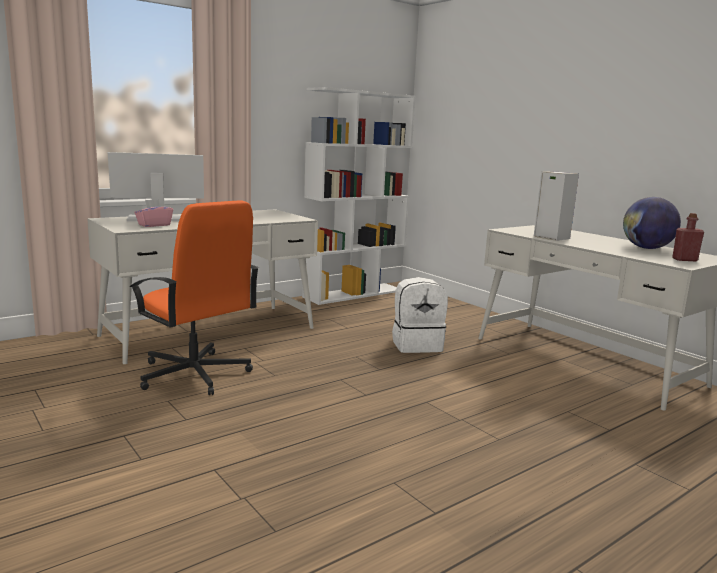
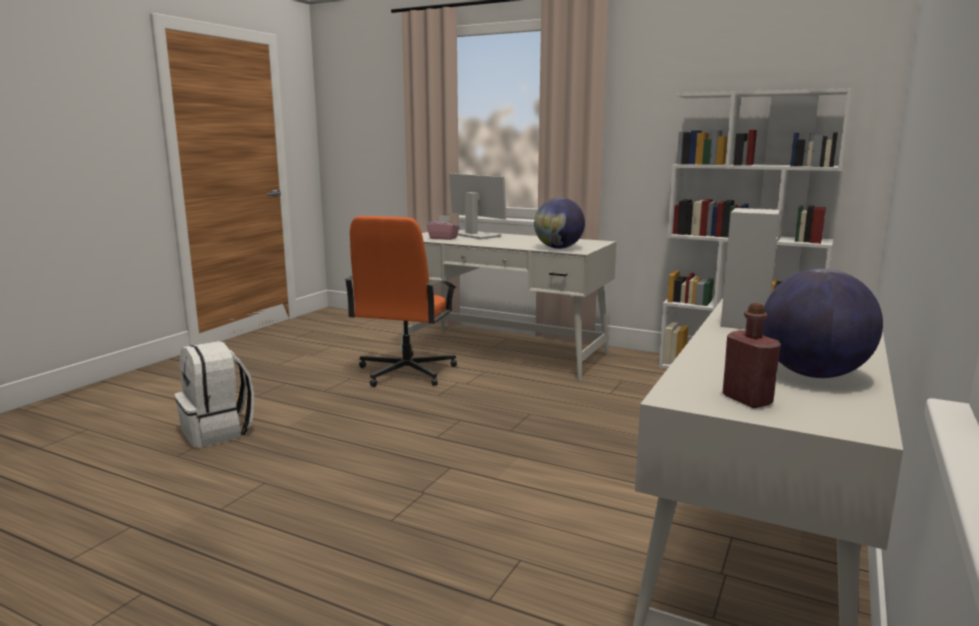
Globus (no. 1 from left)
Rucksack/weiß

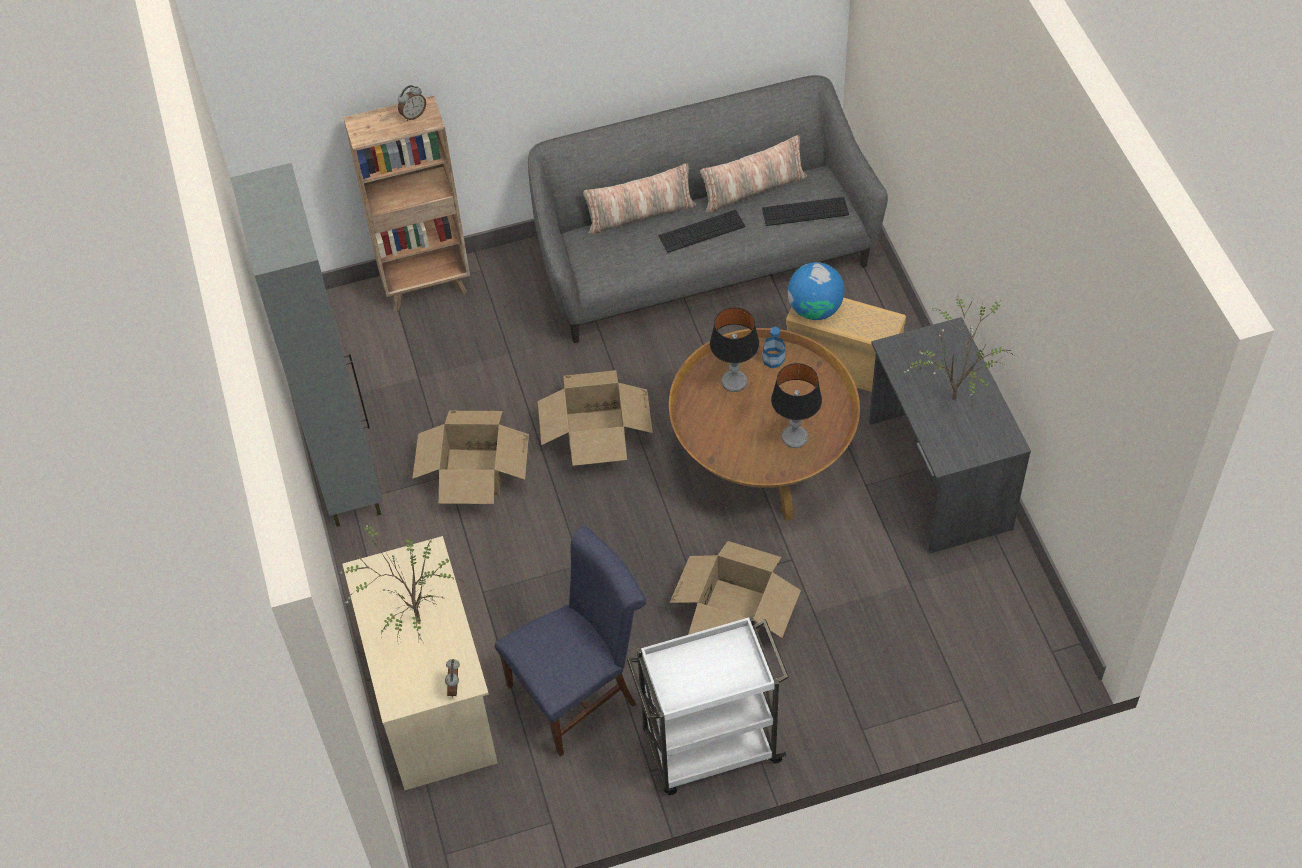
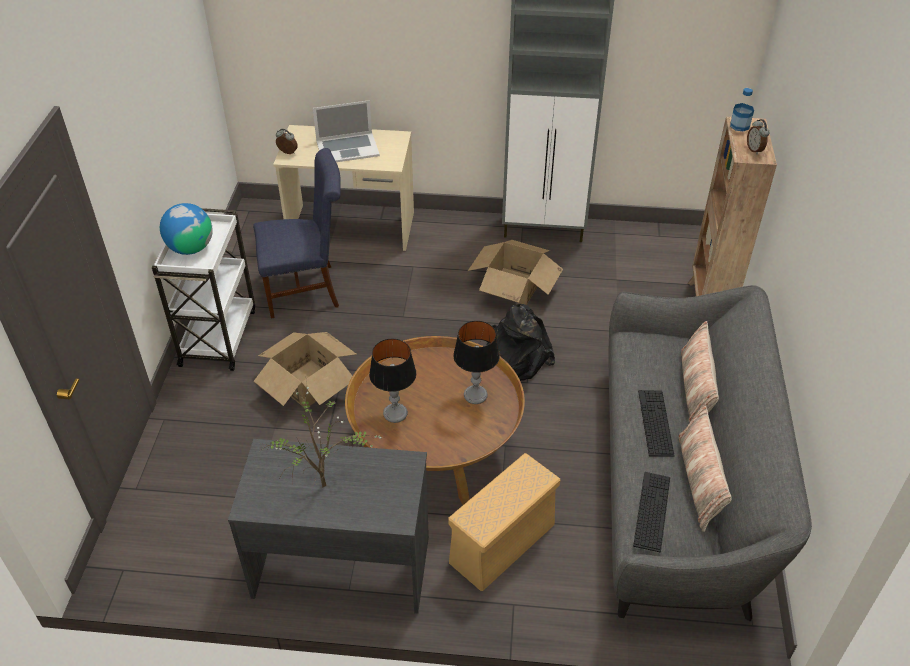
Flasche
Globus
Laptop
Rucksack/schwarz
Stuhl/blau

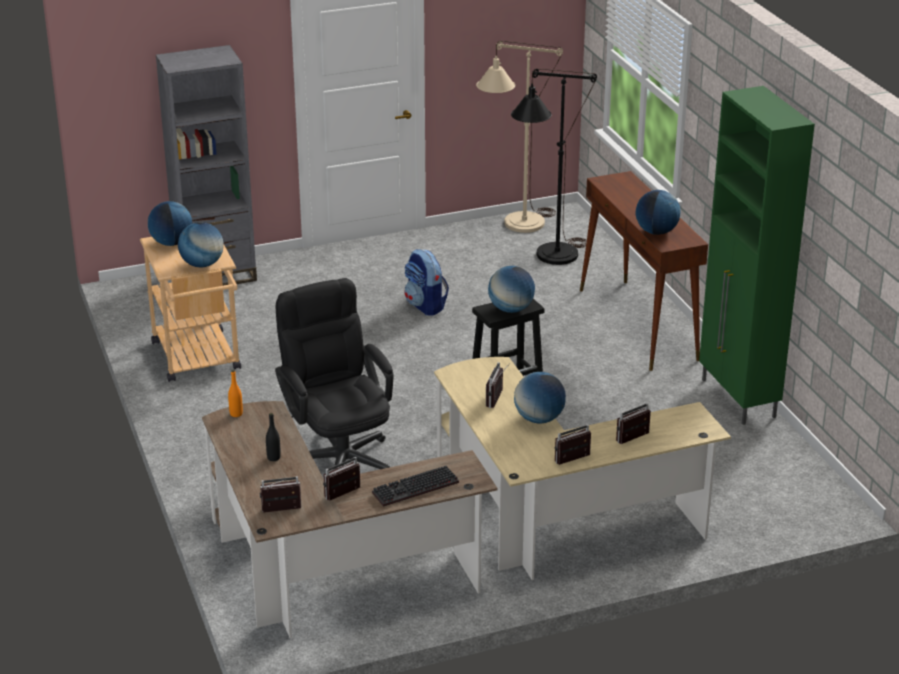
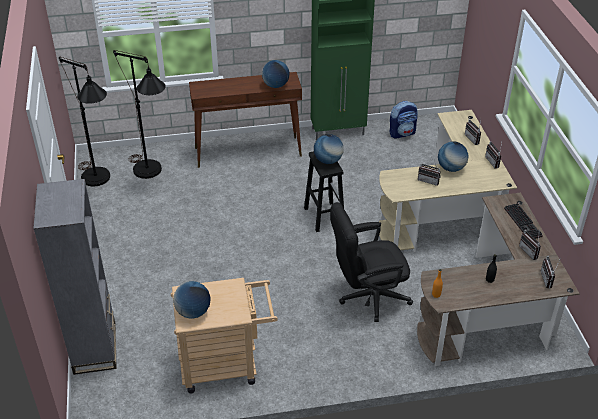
Globus (no. 2 from left in the first image)
Rucksack
Stehlampe/schwarz (no. 1 from left)

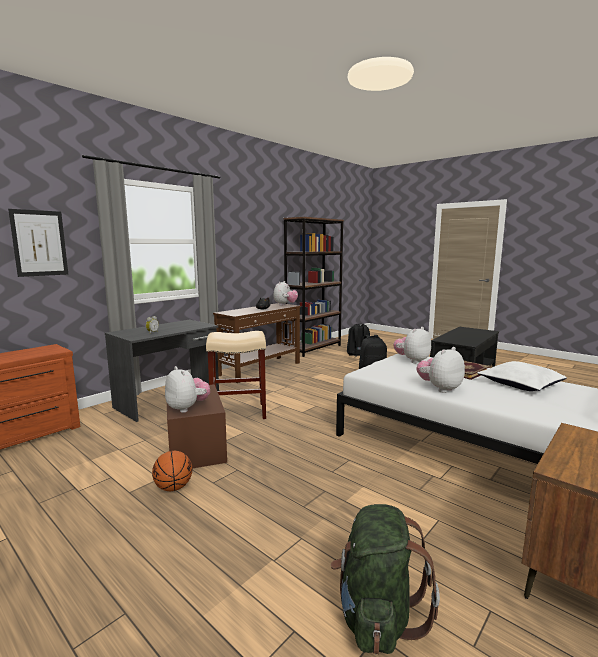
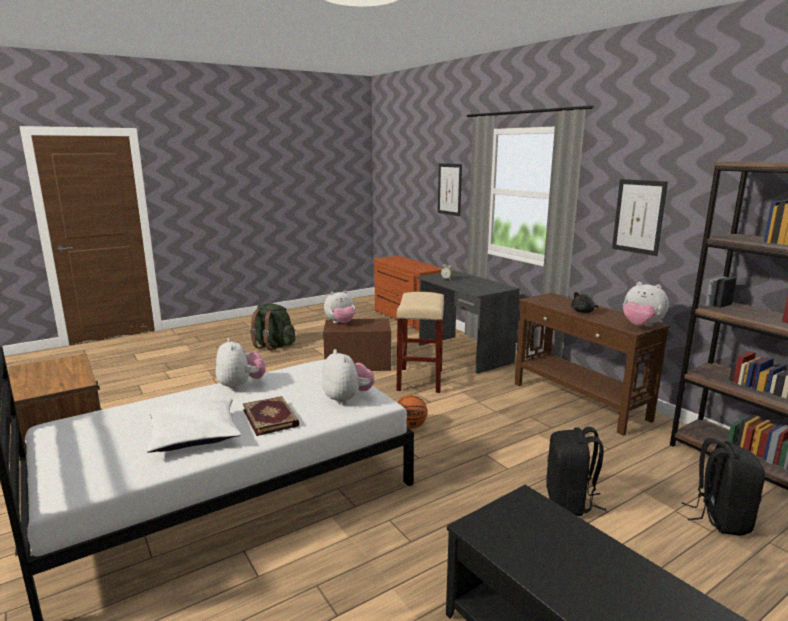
Bild (no. 2 from left)
Basketball
Rucksack/grün

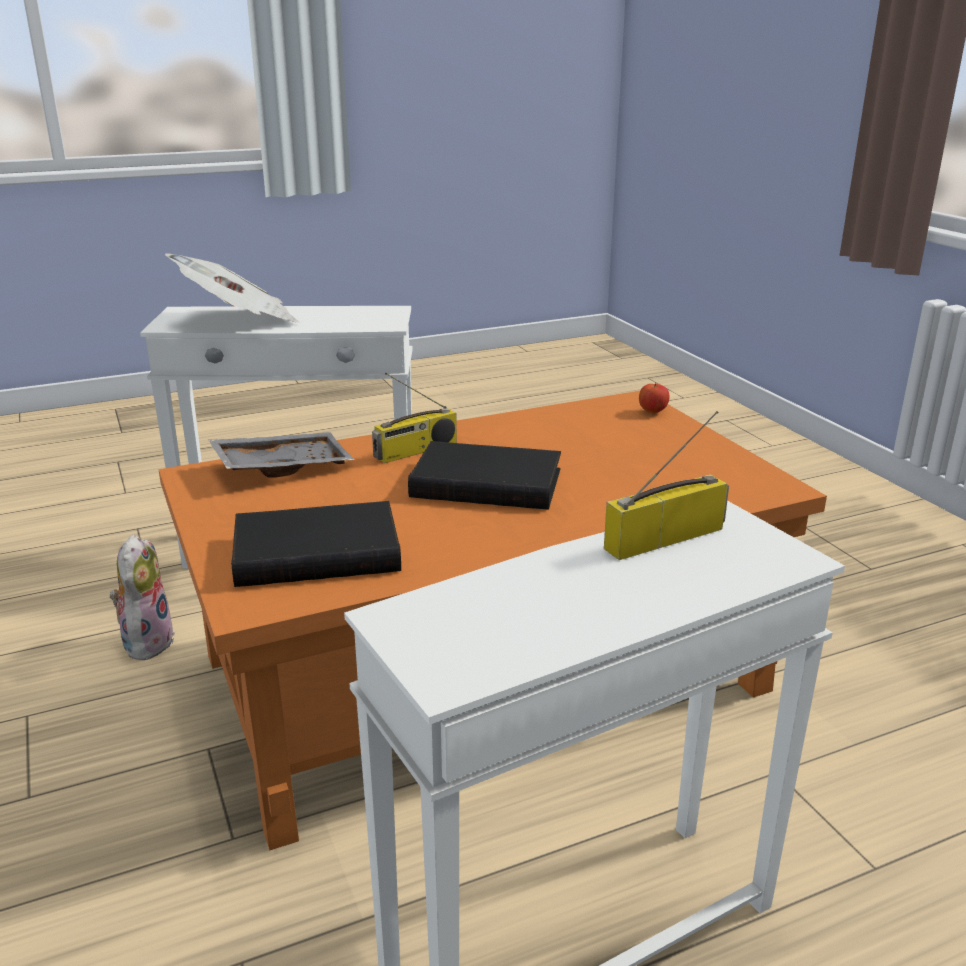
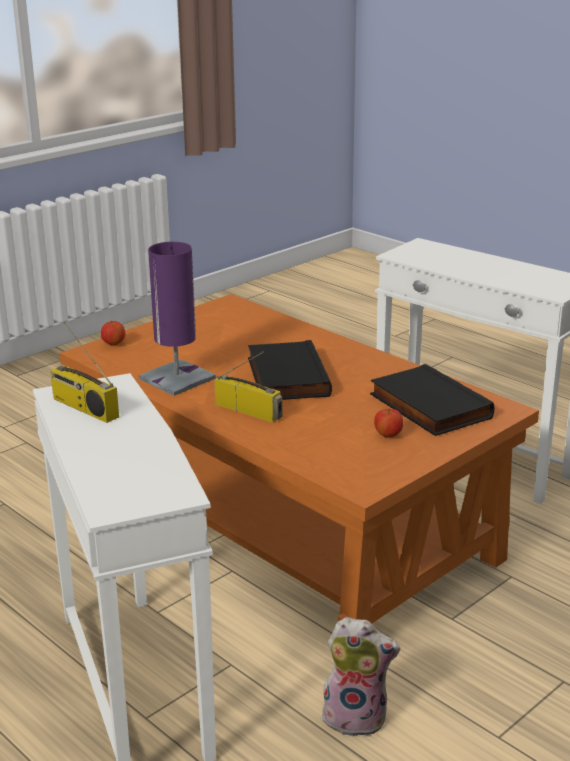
Zeitung
Tablett/grau
Tischlampe/lila
Apfel (no. 2 from left)
Radio (no. 1 from left)
Plüschtier

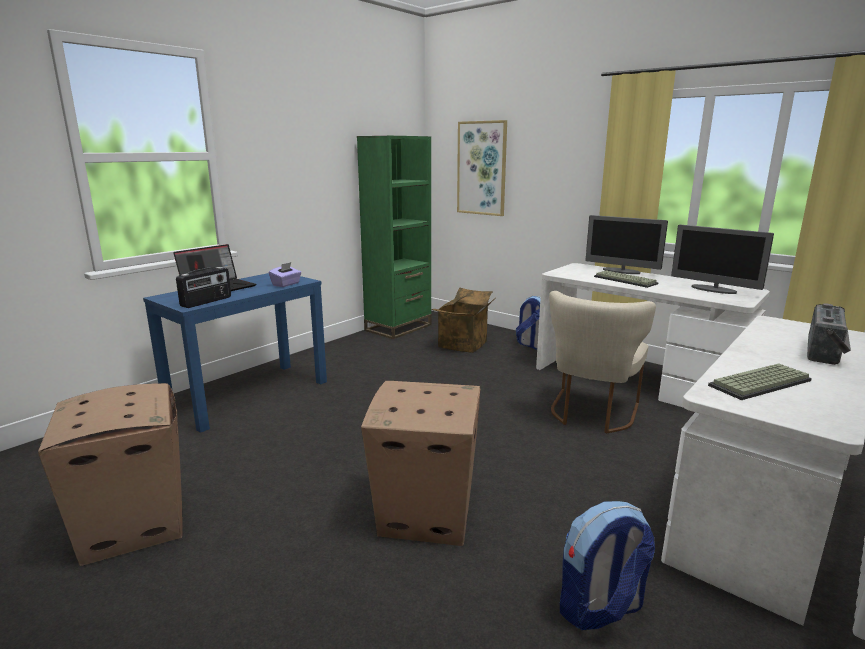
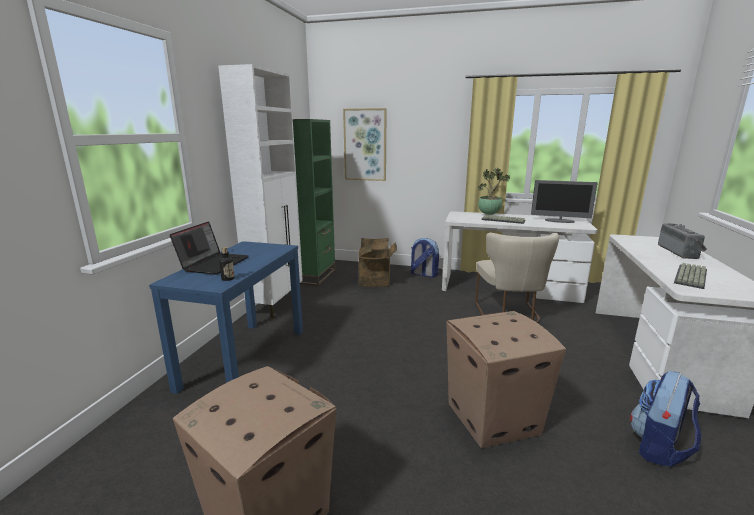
Taschentuchbox/lila
Schrank/weiß
Flasche
Topfpflanze

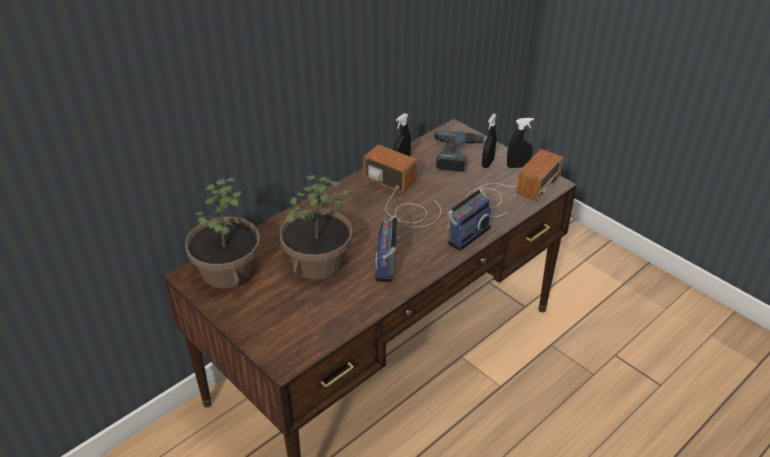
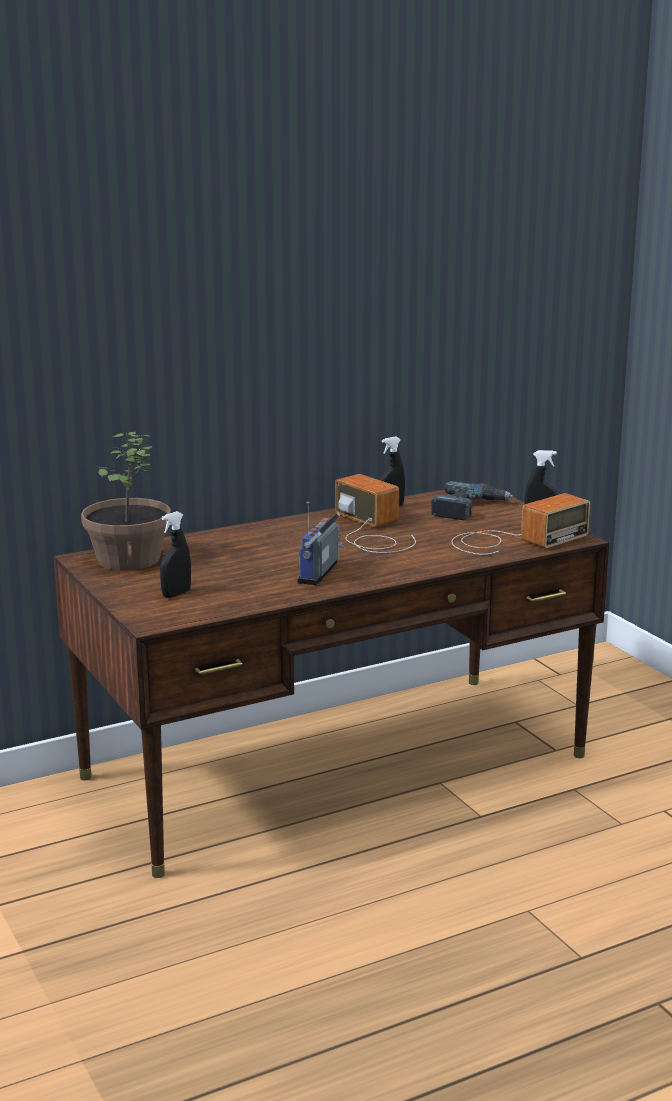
Topfpflanze (no. 2 from left in the first image)
Radio (no. 3 from left in the first image)
Sprühflasche/schwarz (no. 1 from left)

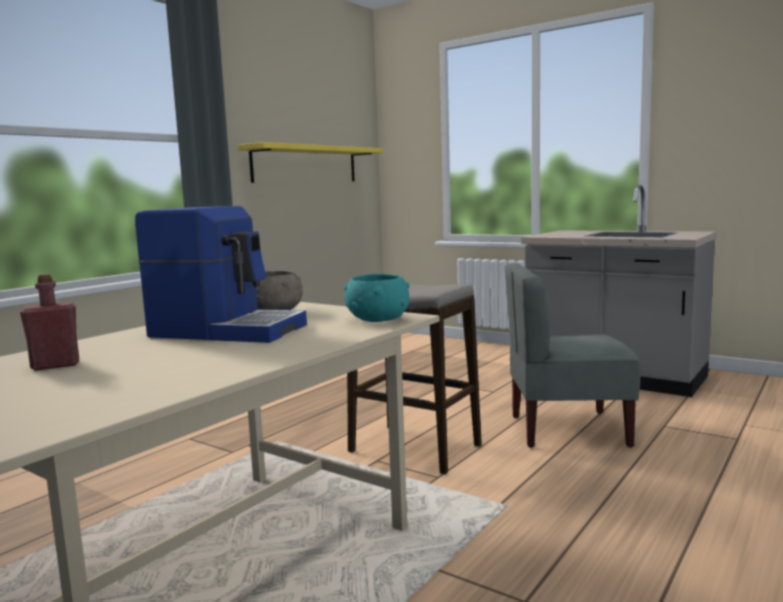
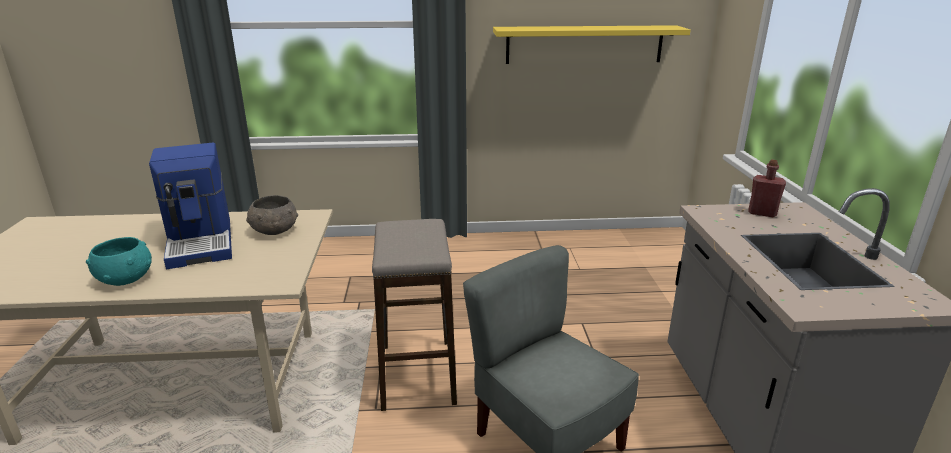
Flasche/rot
Schüssel/türkis

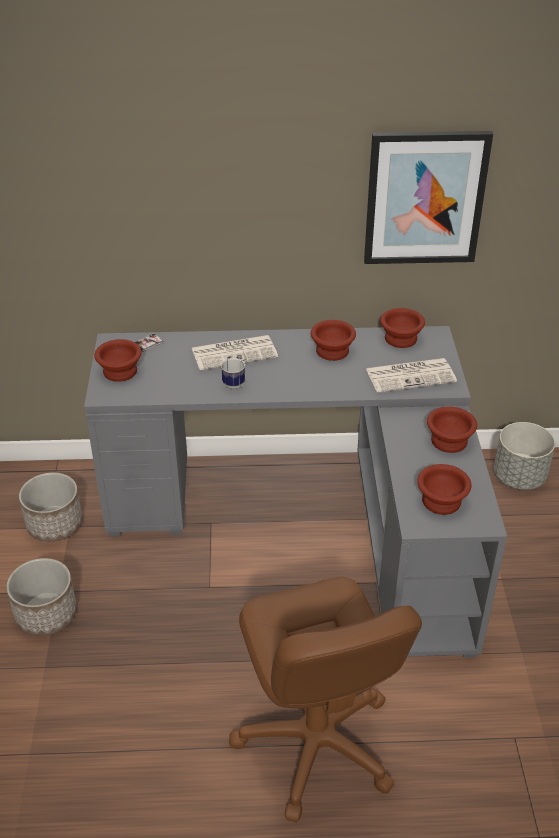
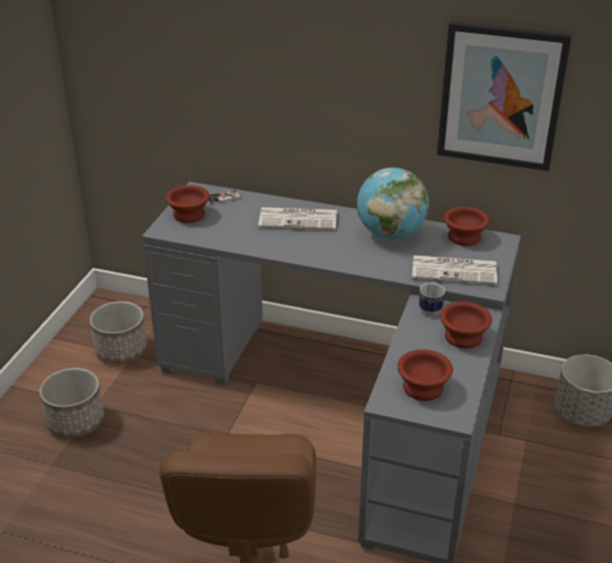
Henkelbecher
Globus

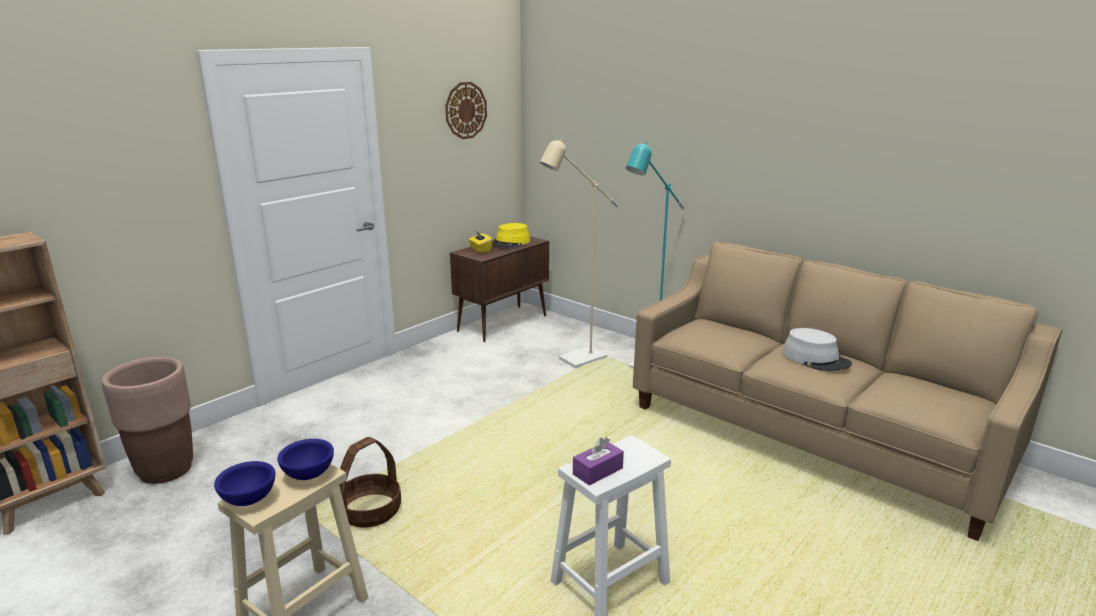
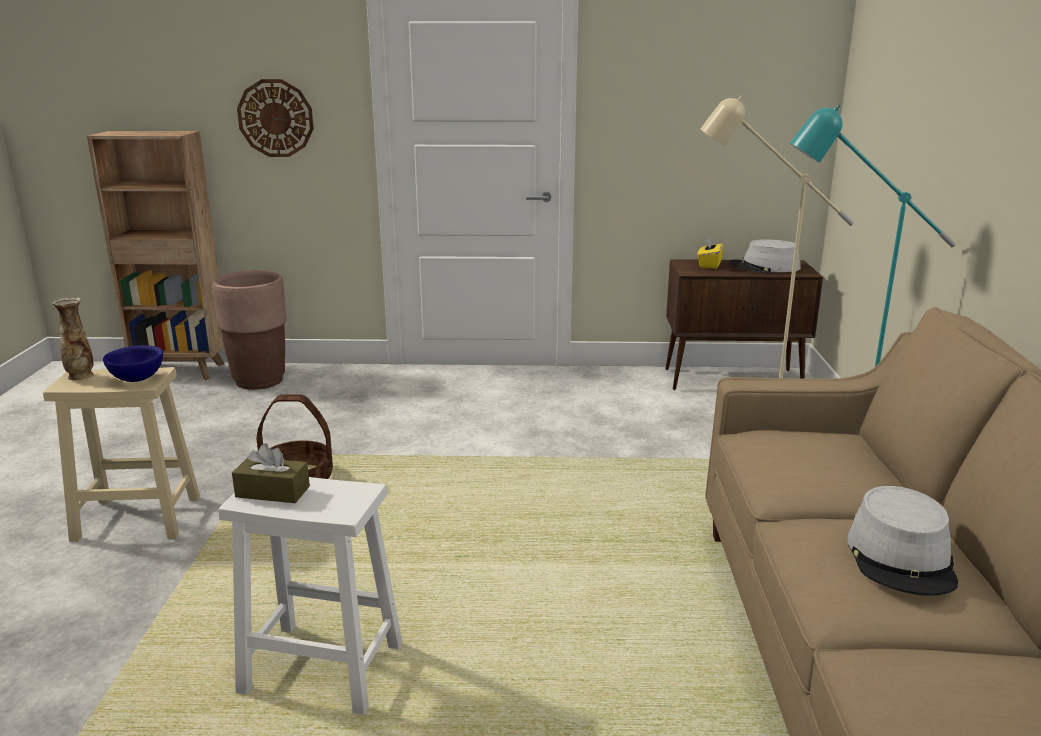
Wanduhr
Vase
Hut/grau (no. 1 from left)
Taschentuchbox/braun

